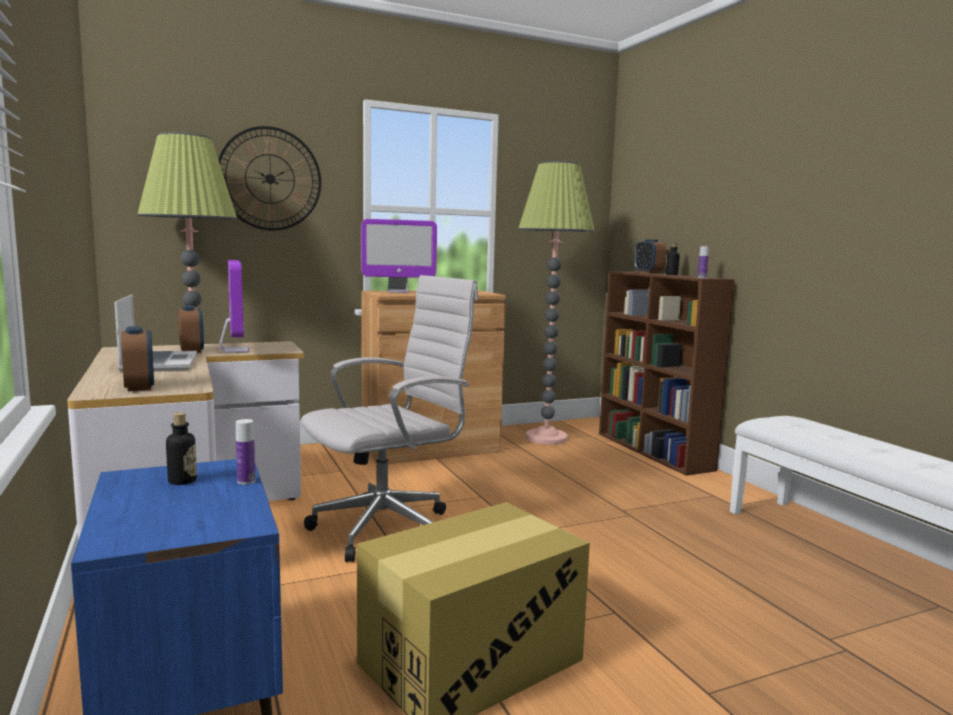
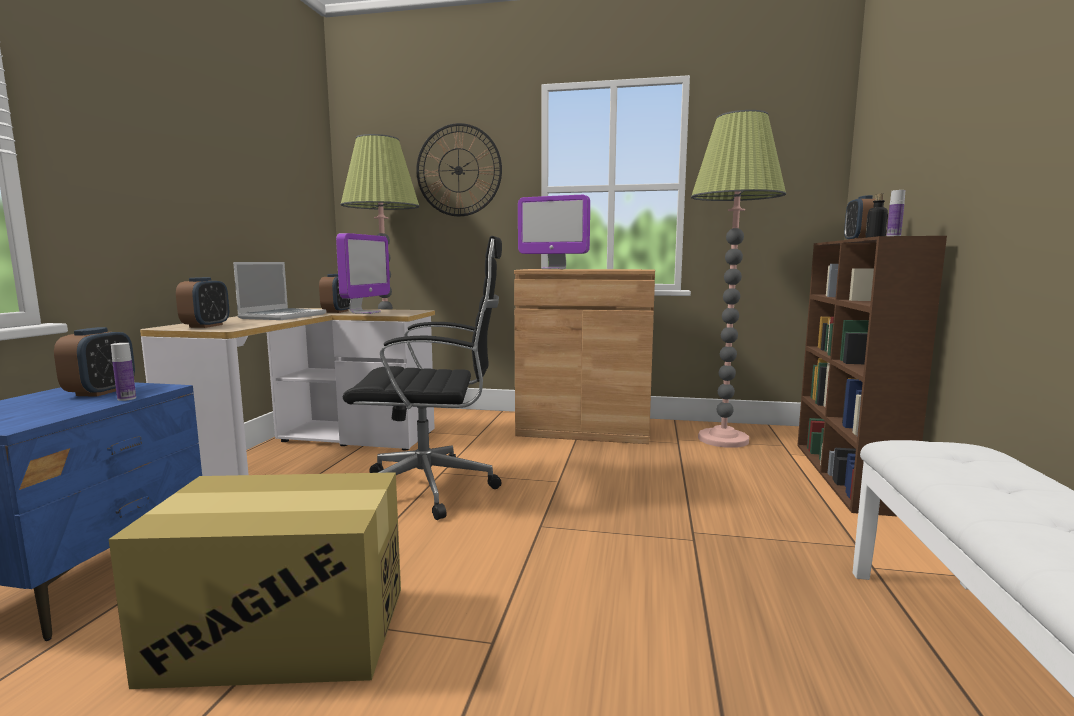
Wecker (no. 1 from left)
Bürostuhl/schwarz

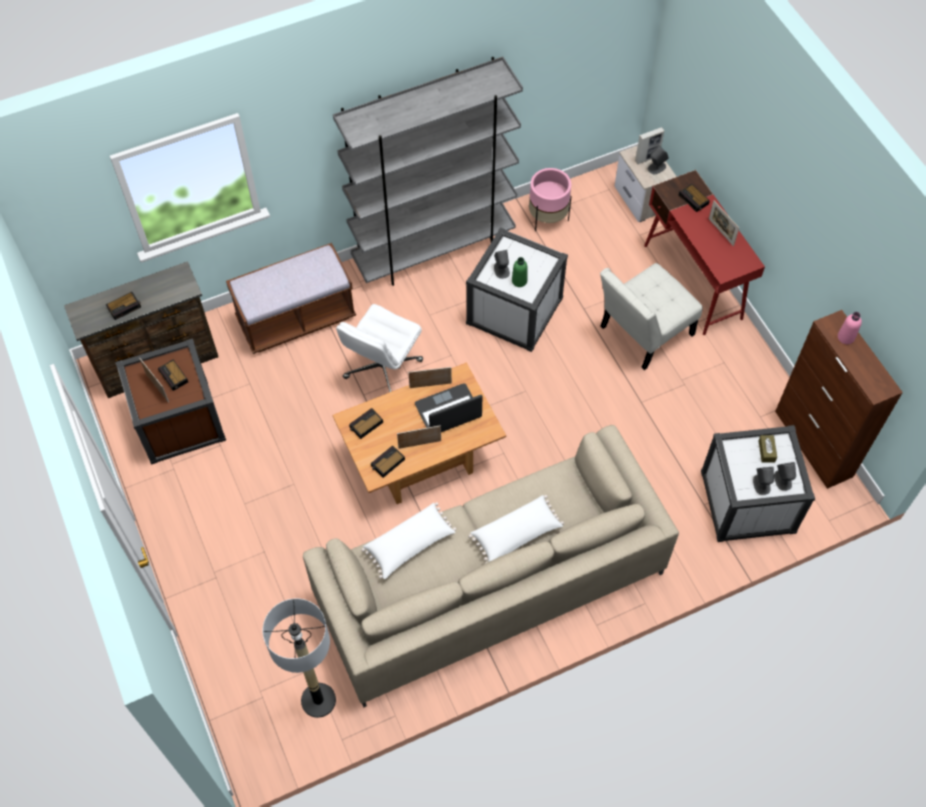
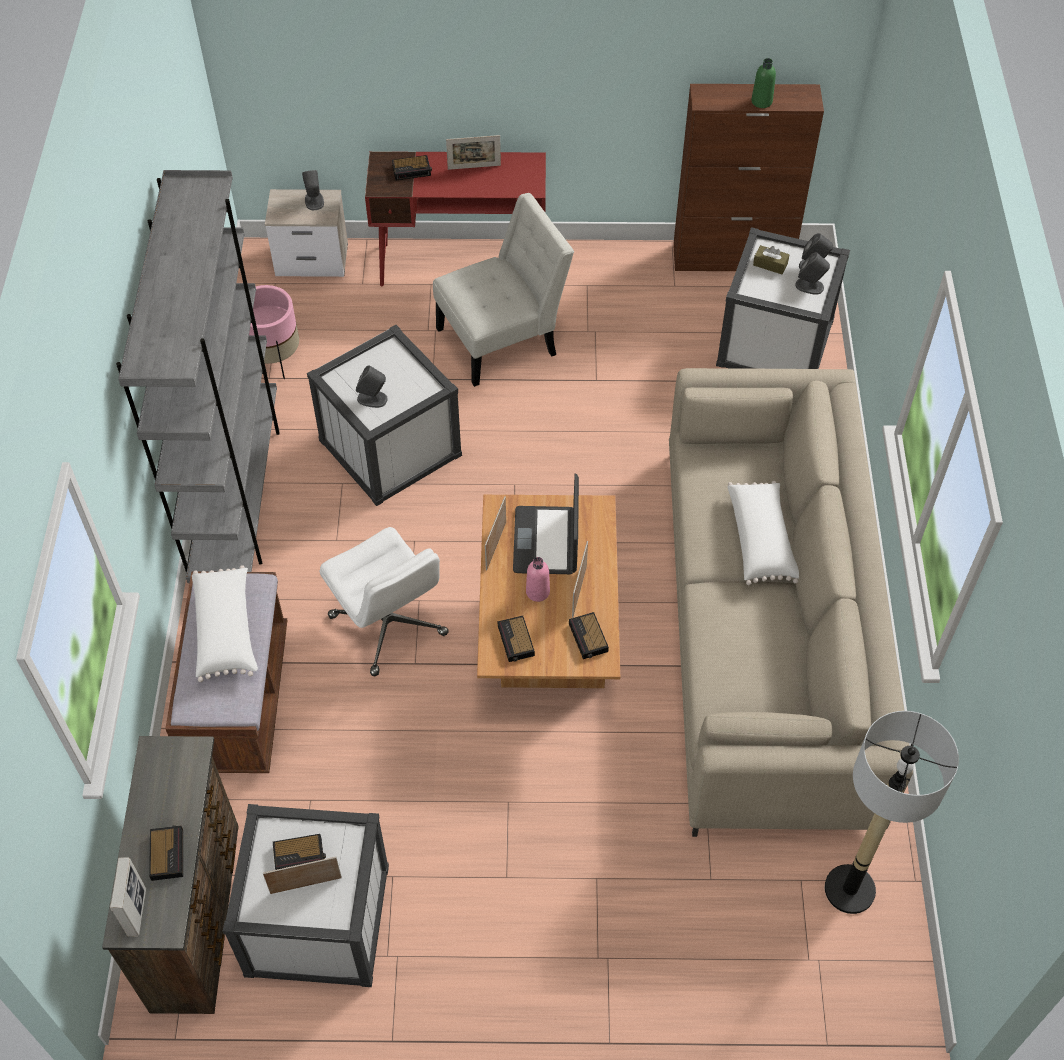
Kissen/weiß (no. 1 from left)
Flasche/grün
Bilderrahmen (no. 1 from left)
Flasche/rosa
Aufbewahrungsbox/weiß (no. 1 from left)
Stuhl/weiß

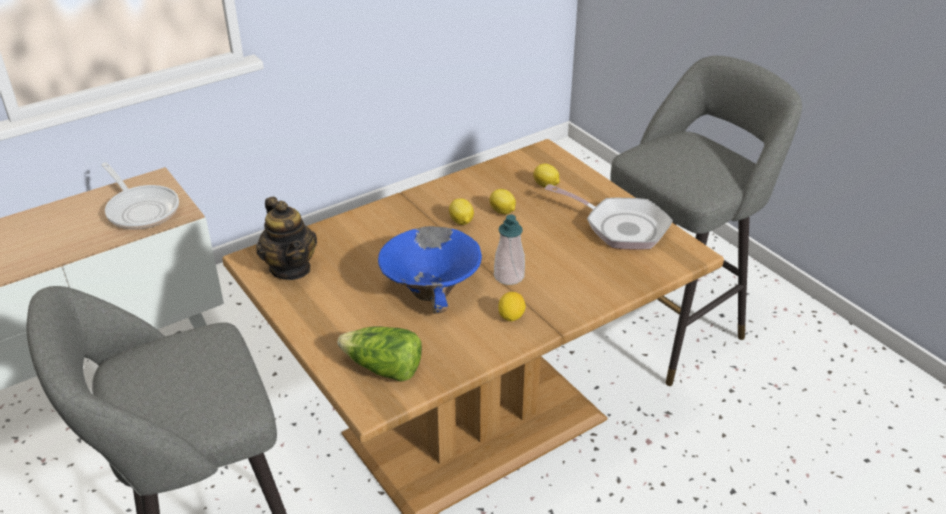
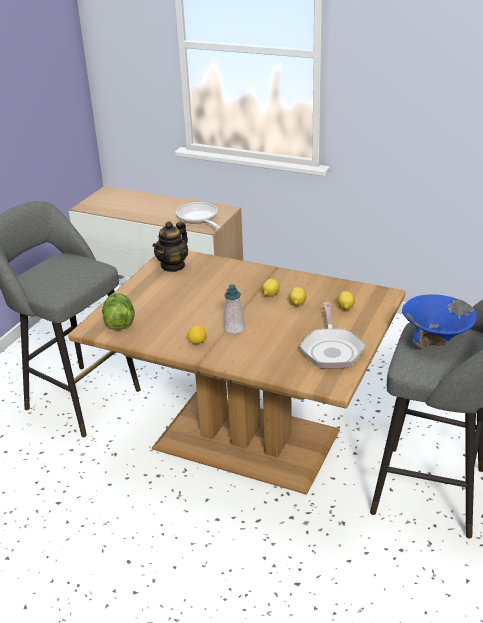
Schüssel/blau
Pfanne (no. 1 from left)

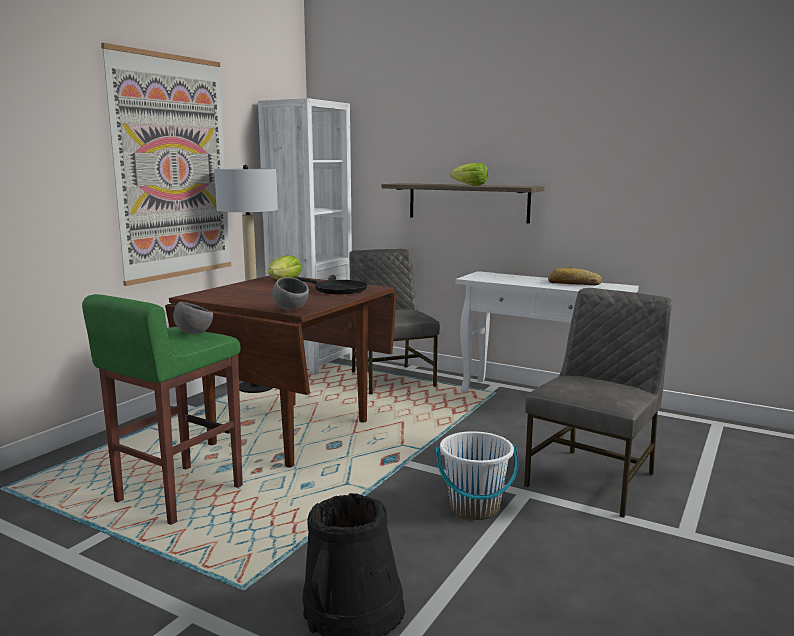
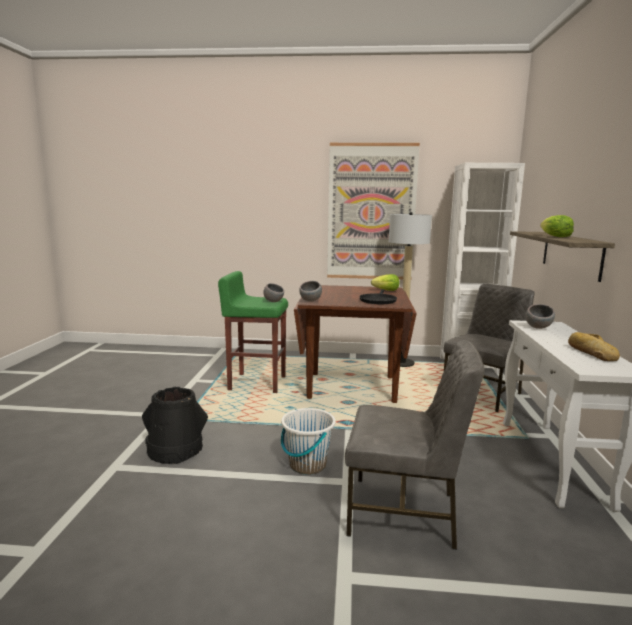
Schüssel/grau (no. 3 from left)

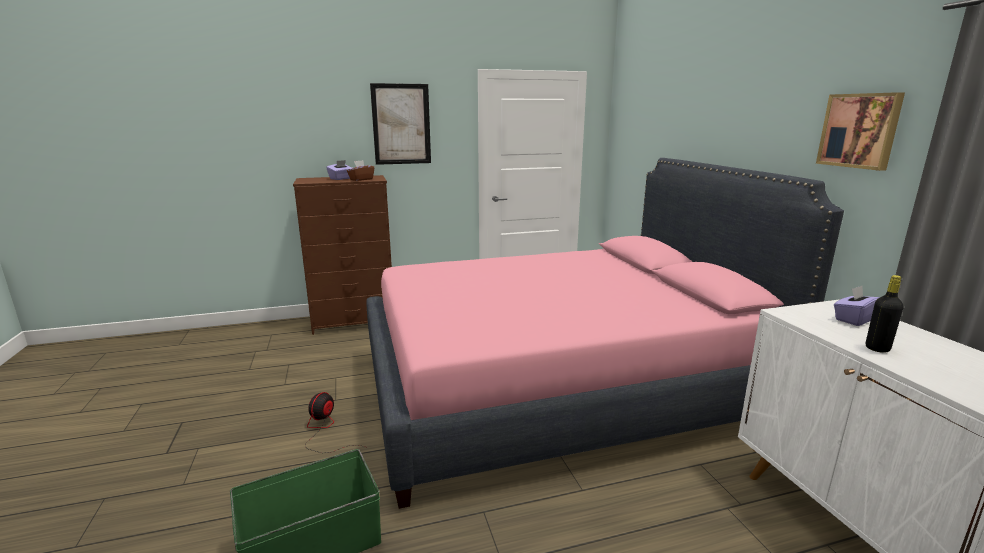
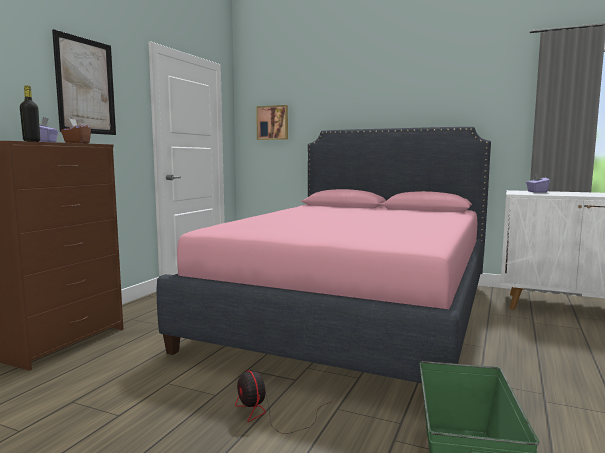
Bild (no. 2 from left)
Flasche/schwarz

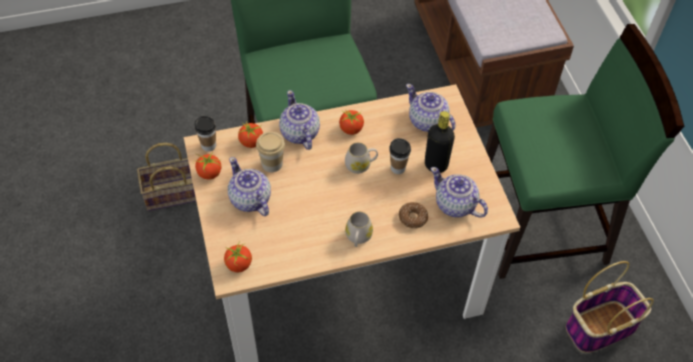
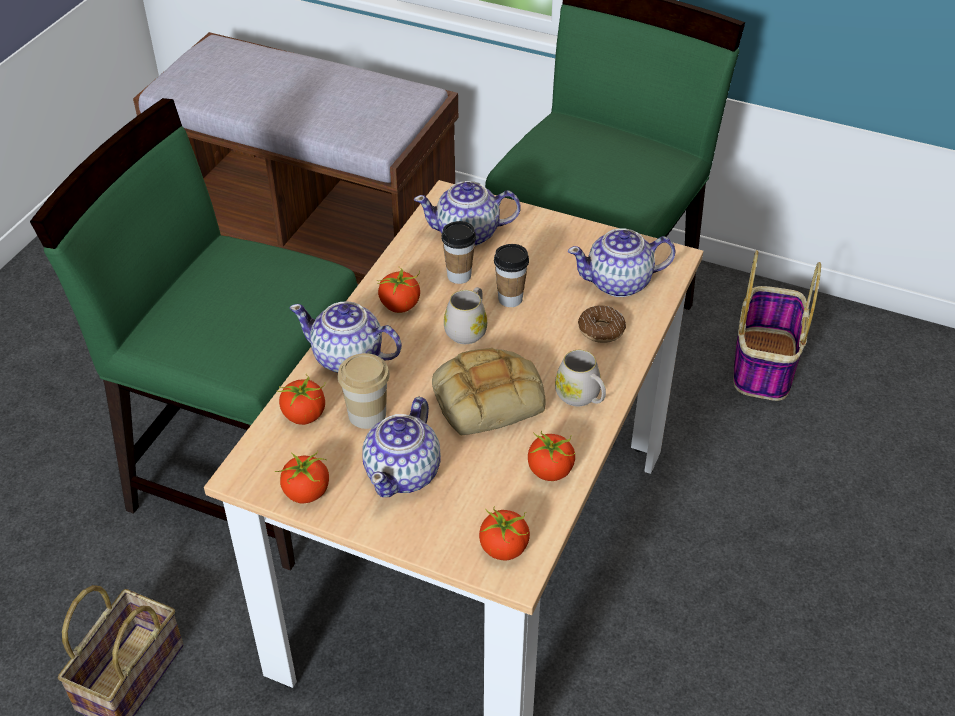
Flasche/schwarz
Brot
Tomate (no. 5 from left)
Tasse (no. 2 from left)
Teekanne (no. 2 from left)

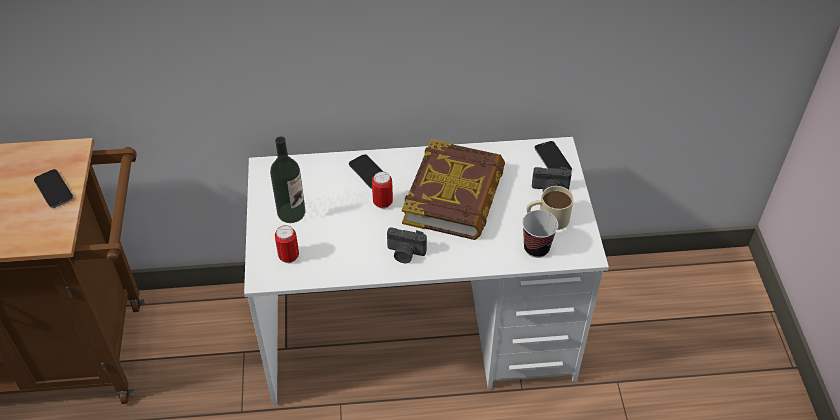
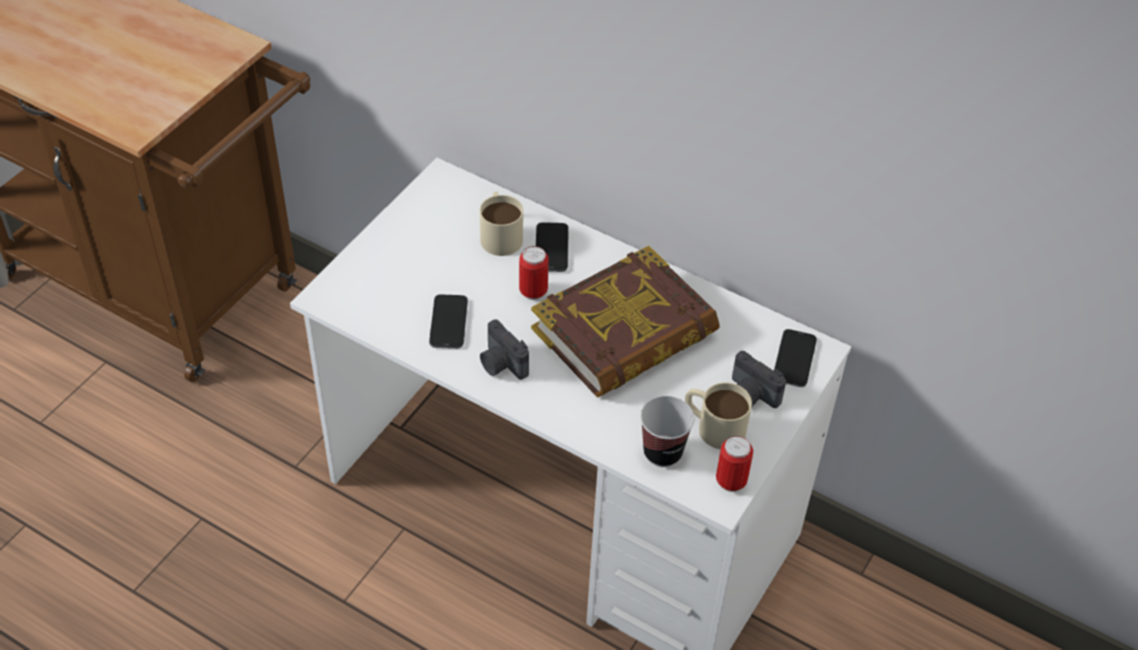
Flasche
Henkelbecher/beige (no. 1 from left)
Handy (no. 1 from left)
Dose (no. 2 from left)

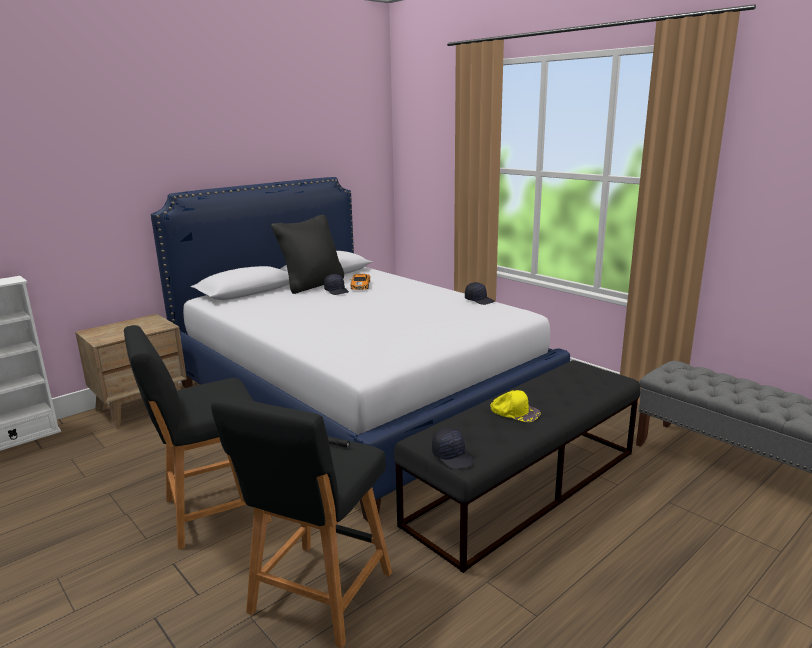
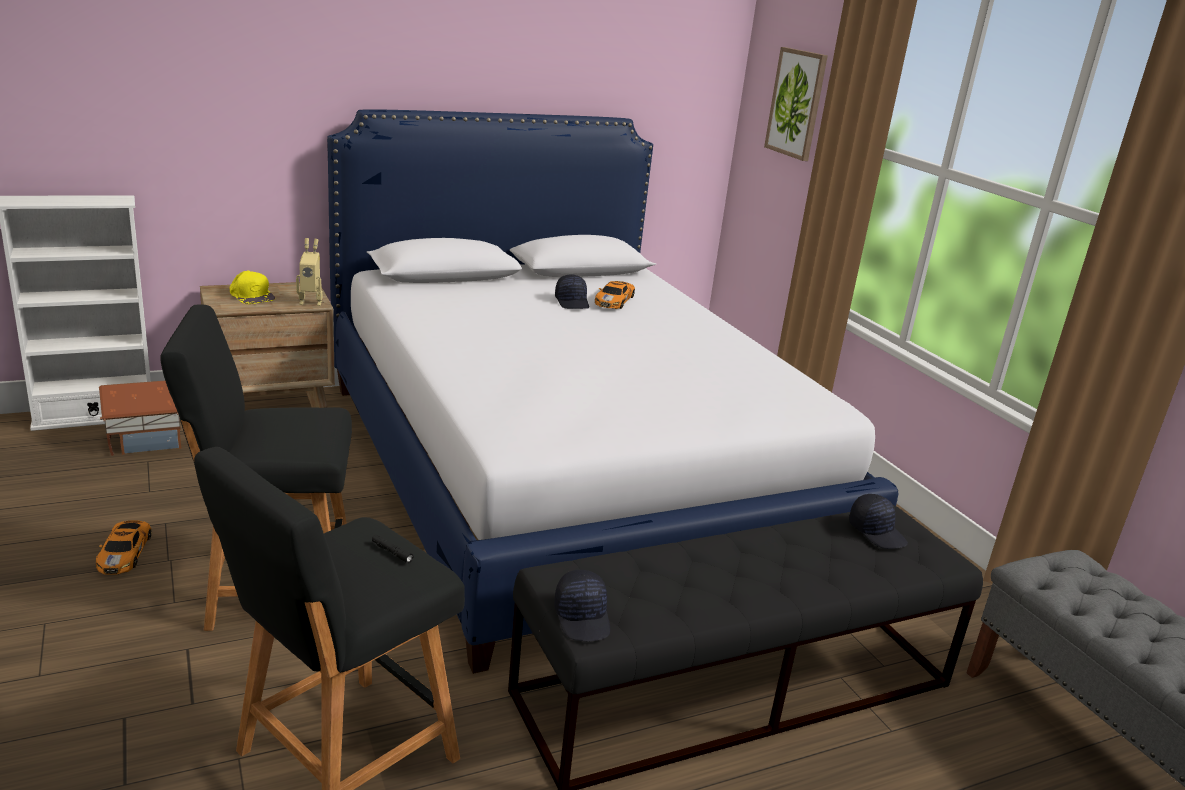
Kissen/schwarz
Spielzeugauto (no. 1 from left)
Spielzeughaus
Spielzeugroboter
Bild
Kappe/schwarz (no. 3 from left)
Kappe/gelb

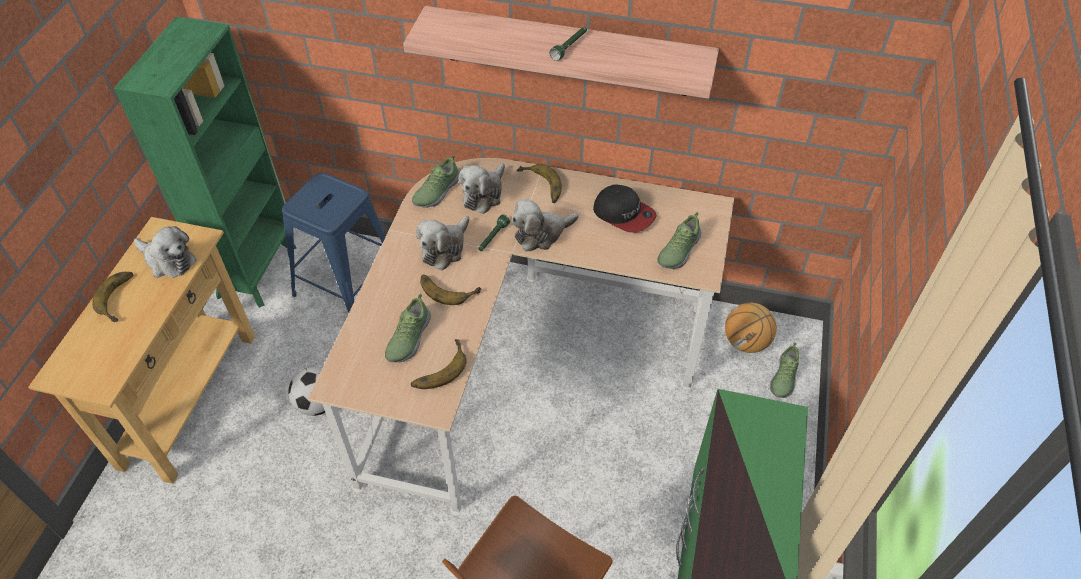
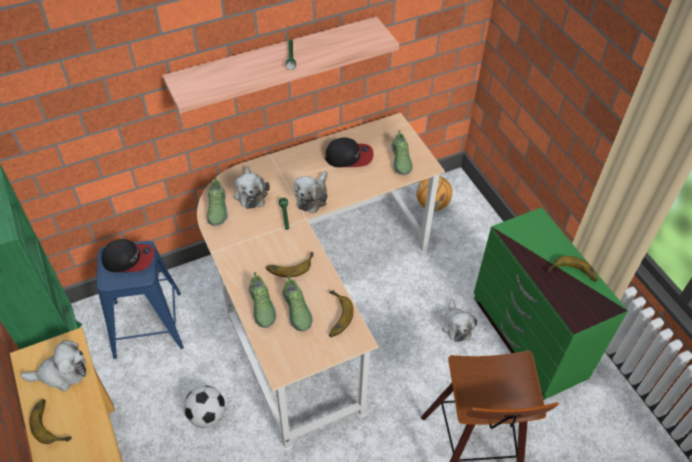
Kappe (no. 1 from left)
Plüschtier (no. 4 from left)
Banane (no. 4 from left)
Schuh (no. 2 from left)

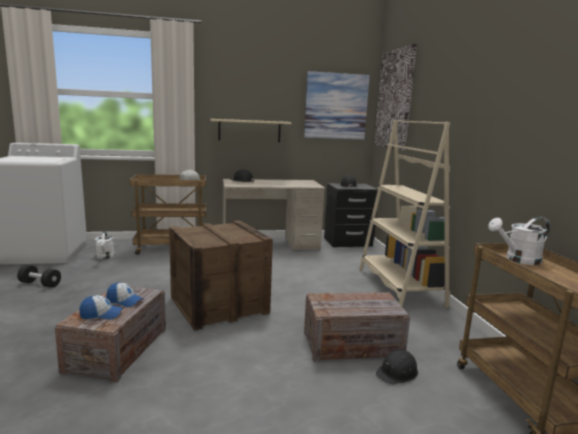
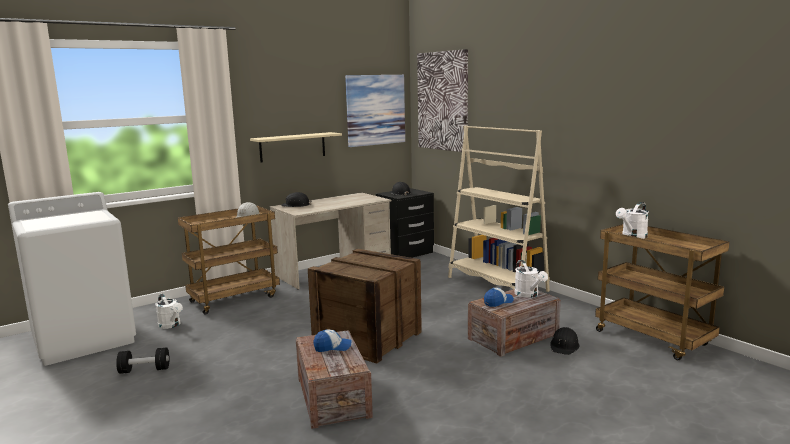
Gießkanne/weiß (no. 2 from left)
Kappe (no. 2 from left)

